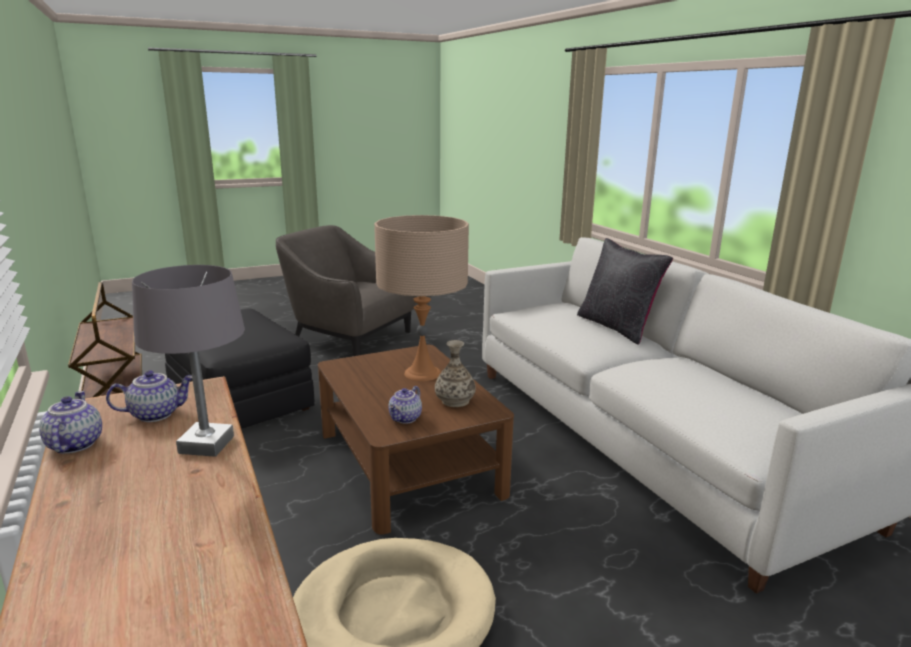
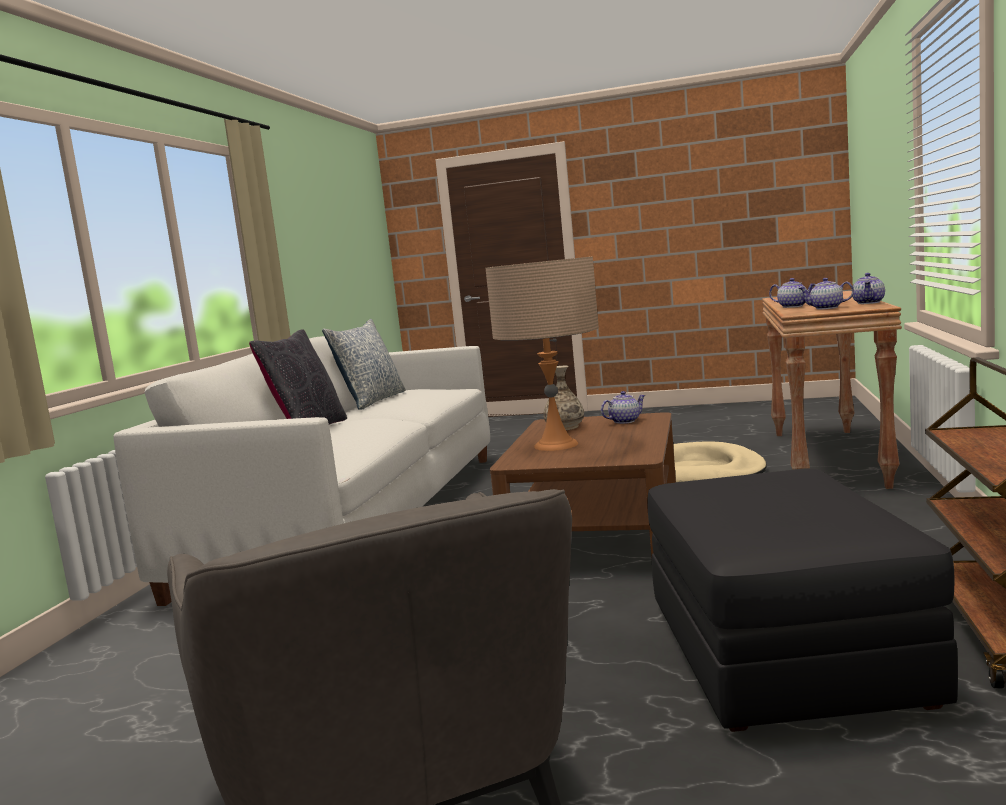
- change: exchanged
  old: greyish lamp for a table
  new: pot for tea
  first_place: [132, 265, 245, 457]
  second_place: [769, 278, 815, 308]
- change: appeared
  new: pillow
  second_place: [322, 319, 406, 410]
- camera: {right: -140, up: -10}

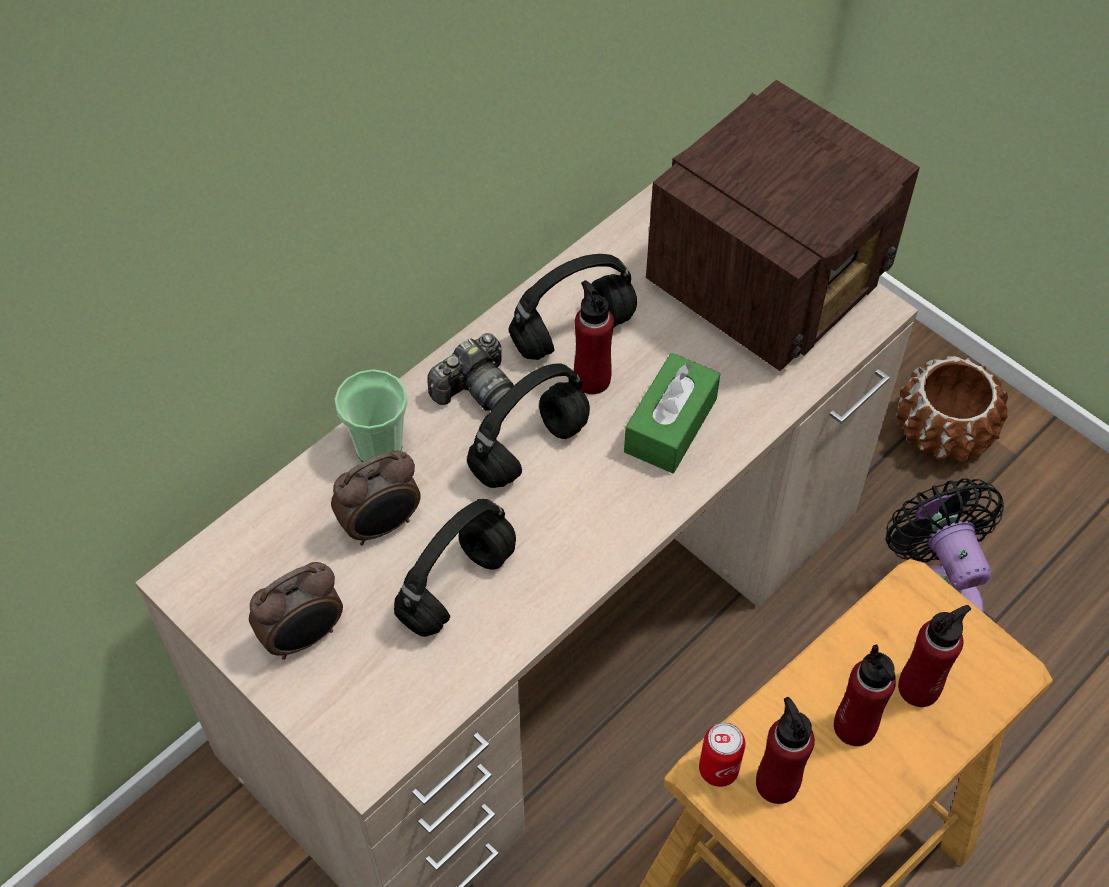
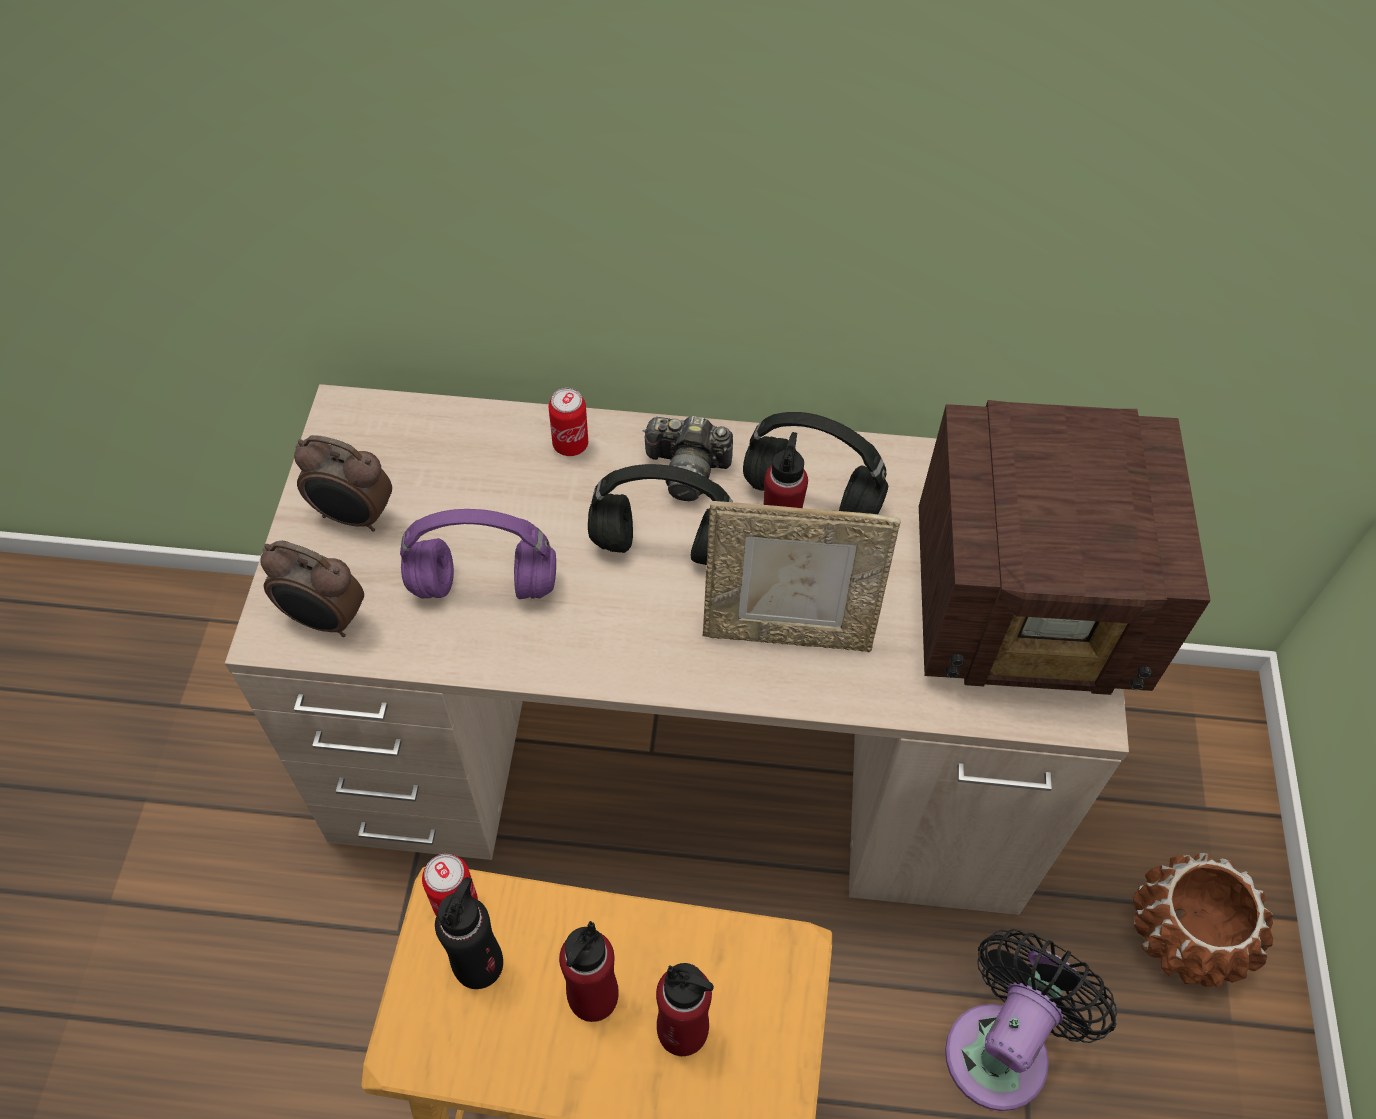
- change: relocated
  old: alarm clock
  first_place: [331, 451, 421, 545]
  second_place: [260, 541, 364, 637]
- change: exchanged
  old: cup
  new: metal can
  first_place: [335, 369, 408, 462]
  second_place: [548, 388, 588, 456]
- change: colour
  old: blackish headphones
  new: purplish headphones
  first_place: [394, 499, 516, 637]
  second_place: [400, 509, 556, 599]
- change: exchanged
  old: greenish box of tissues
  new: photo frame
  first_place: [624, 353, 720, 473]
  second_place: [703, 501, 901, 652]
- change: colour
  old: red bottle
  new: blackish bottle
  first_place: [756, 697, 815, 804]
  second_place: [435, 877, 503, 989]
- camera: {right: 50, up: 0}

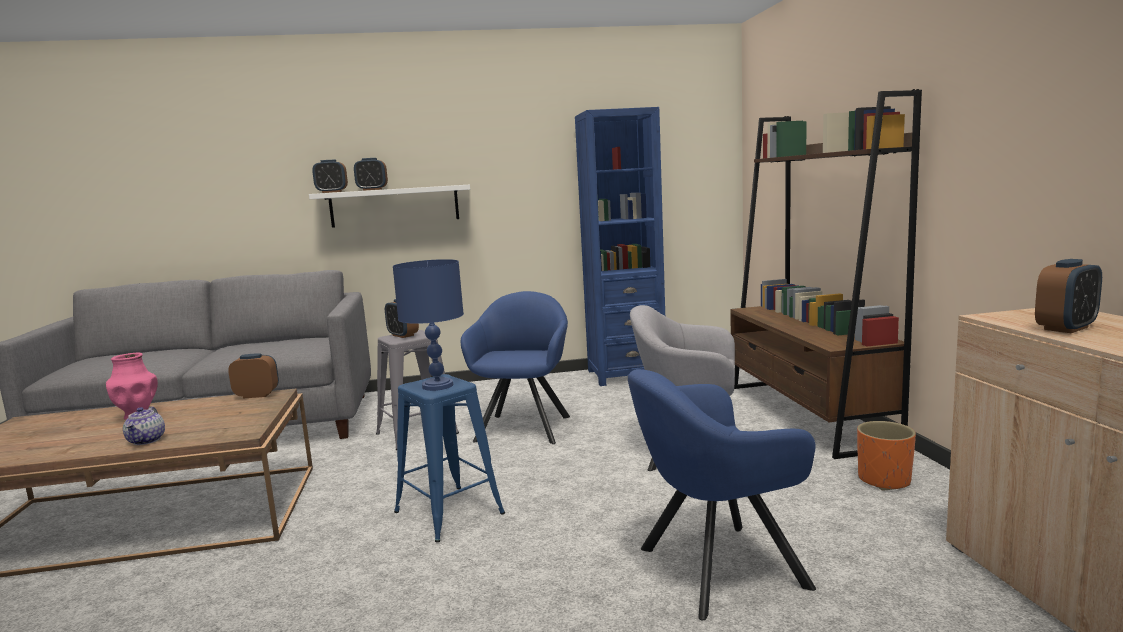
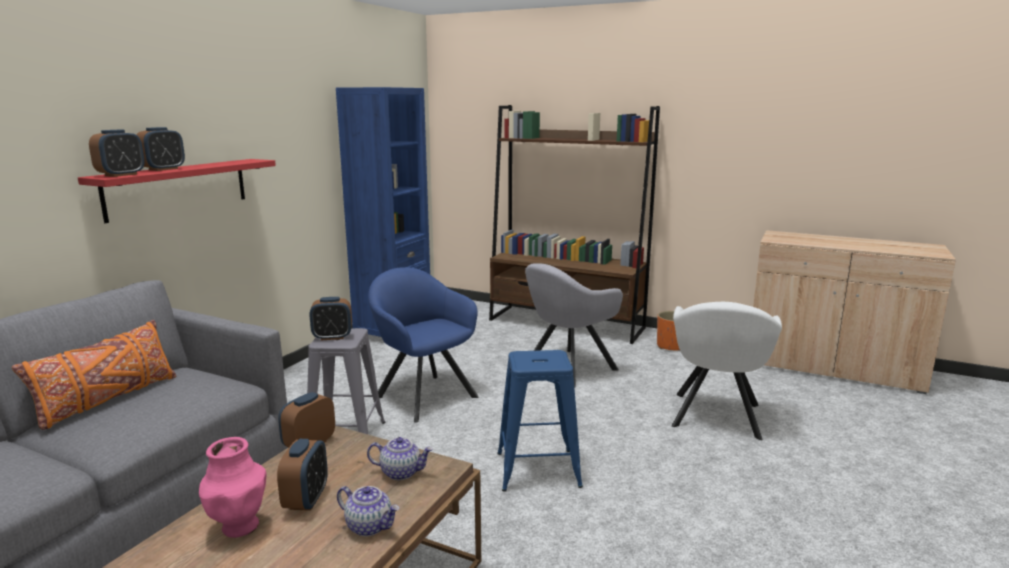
- change: colour
  old: white shelf
  new: red shelf
  first_place: [309, 185, 470, 228]
  second_place: [78, 159, 276, 223]
- change: missing
  old: bluish lamp for a table
  first_place: [393, 259, 464, 391]
- change: colour
  old: bluish armchair
  new: white armchair
  first_place: [628, 369, 816, 620]
  second_place: [672, 302, 782, 440]
- change: relocated
  old: alarm clock
  first_place: [1035, 259, 1102, 333]
  second_place: [277, 439, 328, 511]
- change: appeared
  new: orange-coloured pillow
  second_place: [12, 320, 176, 430]
- change: appeared
  new: pot for tea
  second_place: [367, 437, 433, 480]
- camera: {right: -55, up: 5}

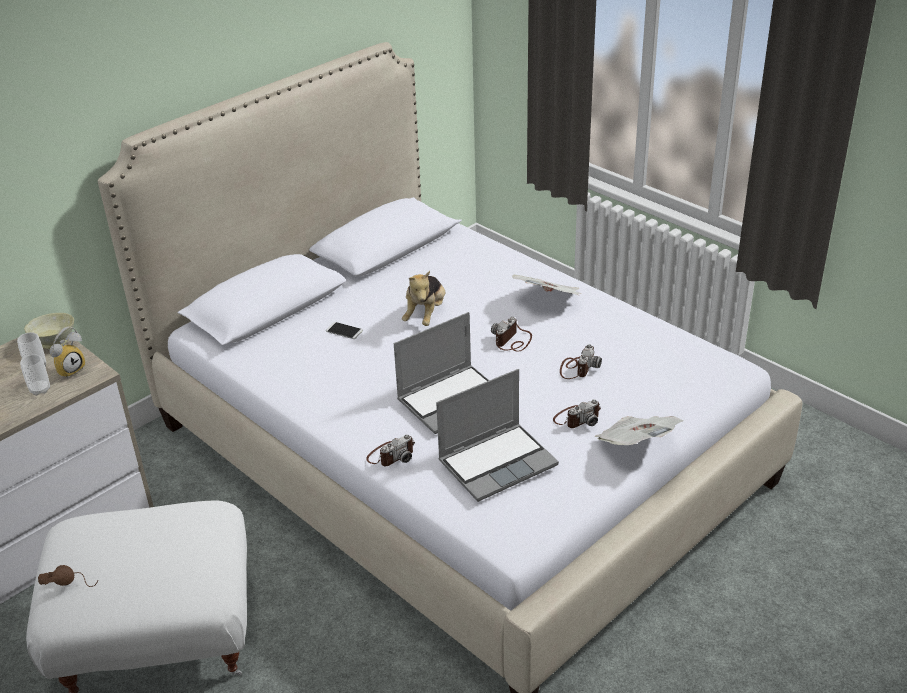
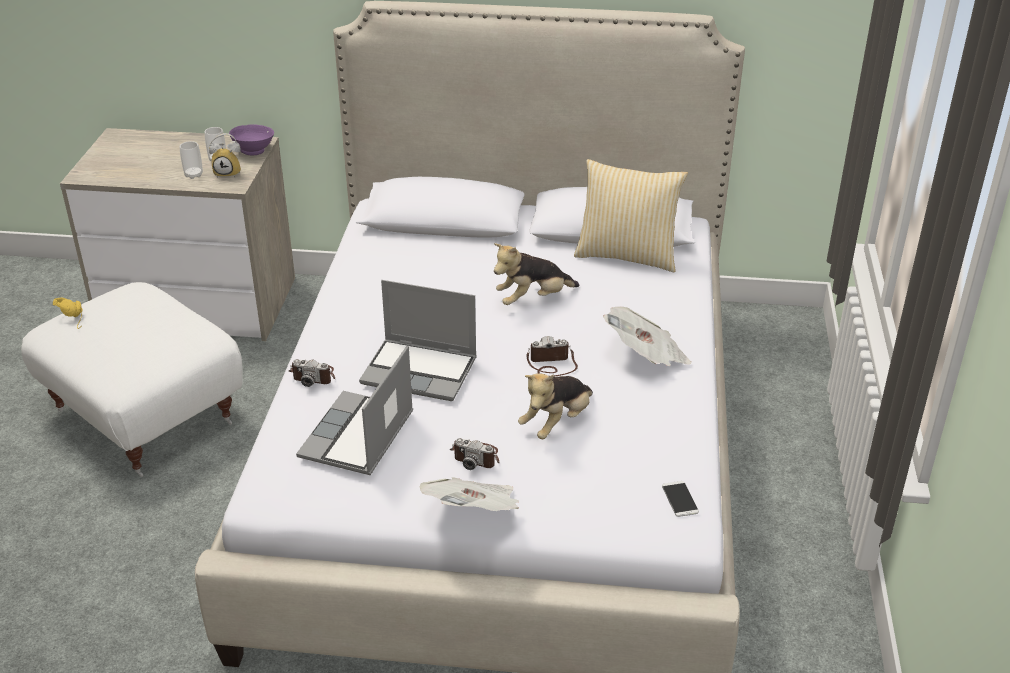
- change: colour
  old: beige-coloured bowl
  new: purplish bowl
  first_place: [24, 313, 74, 349]
  second_place: [229, 124, 274, 156]
- change: colour
  old: brownish headphones
  new: yellow-coloured headphones
  first_place: [38, 565, 98, 587]
  second_place: [53, 298, 83, 329]
- change: relocated
  old: telephone
  first_place: [326, 322, 363, 339]
  second_place: [662, 481, 699, 517]
- change: spun
  old: notebook computer
  first_place: [436, 369, 559, 502]
  second_place: [296, 345, 413, 475]
  degrees: 90
- change: exchanged
  old: photo camera
  new: soft toy
  first_place: [560, 344, 602, 379]
  second_place: [518, 373, 593, 439]
- change: appeared
  new: pillow
  second_place: [574, 159, 688, 272]
- camera: {right: 50, up: 0}

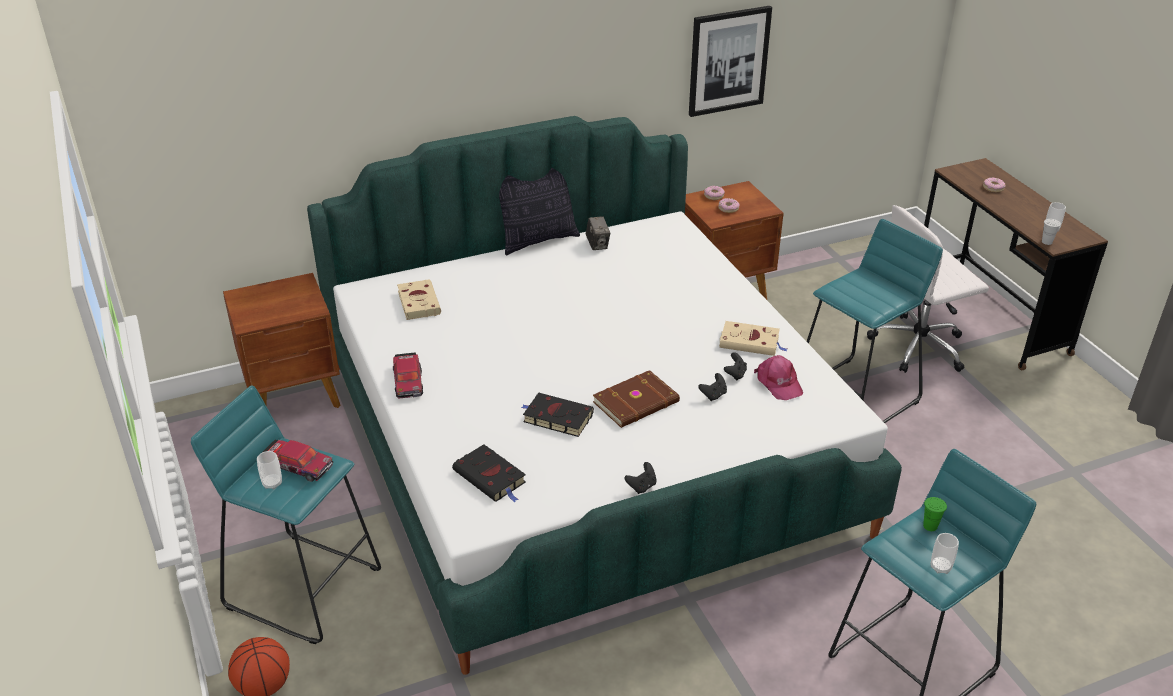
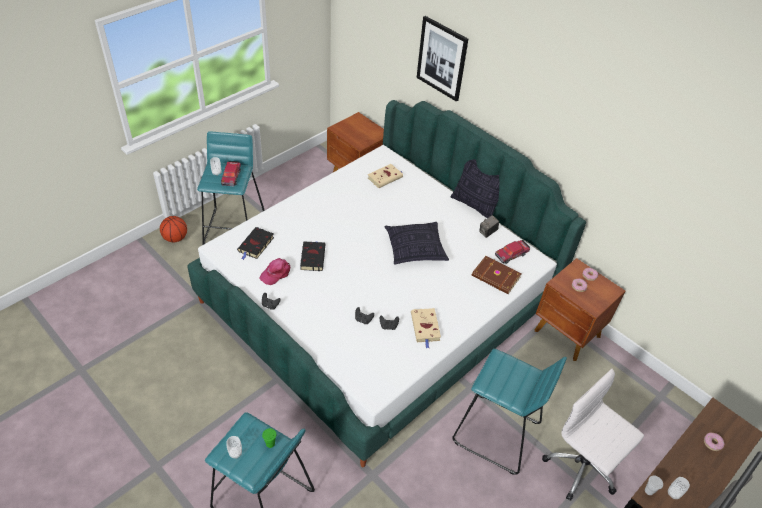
- change: relocated
  old: toy car
  first_place: [393, 353, 423, 399]
  second_place: [495, 240, 530, 264]
- change: relocated
  old: brownish bound book
  first_place: [593, 370, 680, 428]
  second_place: [472, 256, 521, 294]
- change: relocated
  old: wall picture
  first_place: [689, 6, 772, 117]
  second_place: [417, 16, 468, 102]
- change: relocated
  old: pinkish cap
  first_place: [754, 355, 803, 400]
  second_place: [259, 258, 290, 285]
- change: appeared
  new: pillow
  second_place: [384, 222, 449, 265]
- camera: {right: 65, up: 10}

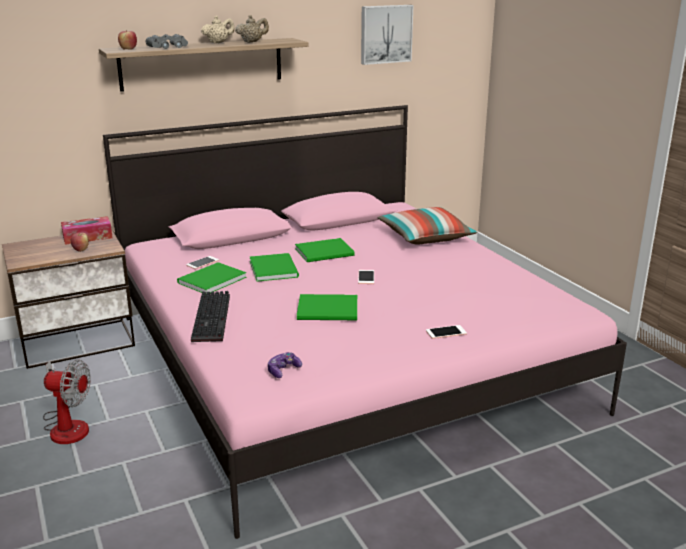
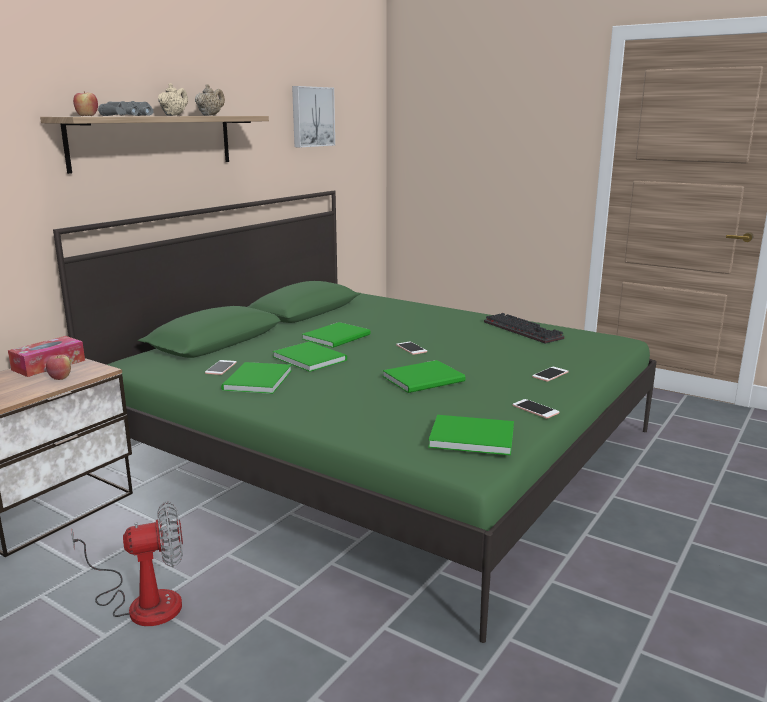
- change: colour
  old: pinkish bed
  new: greenish bed
  first_place: [103, 105, 627, 539]
  second_place: [53, 190, 657, 643]
- change: relocated
  old: computer keyboard
  first_place: [191, 291, 230, 342]
  second_place: [484, 313, 564, 344]
- change: exchanged
  old: gamepad
  new: greenish bound book
  first_place: [268, 352, 302, 378]
  second_place: [428, 415, 514, 455]
- change: missing
  old: pillow
  first_place: [377, 207, 478, 245]
- change: appeared
  new: telephone
  second_place: [512, 399, 560, 419]
- camera: {right: -30, up: -5}

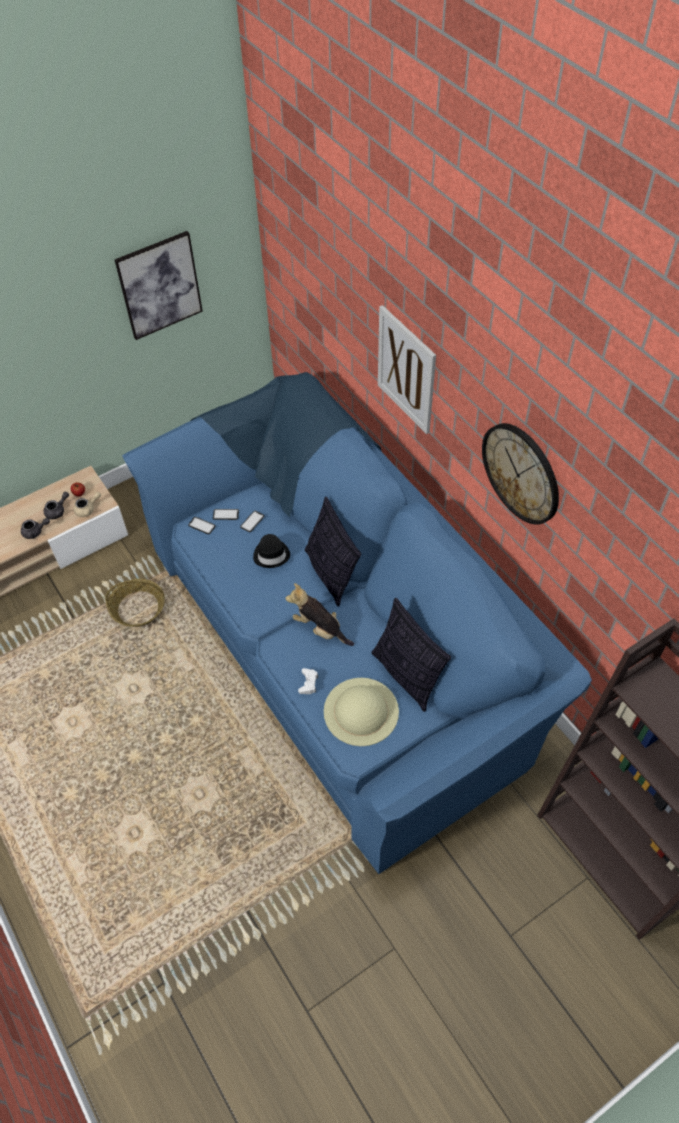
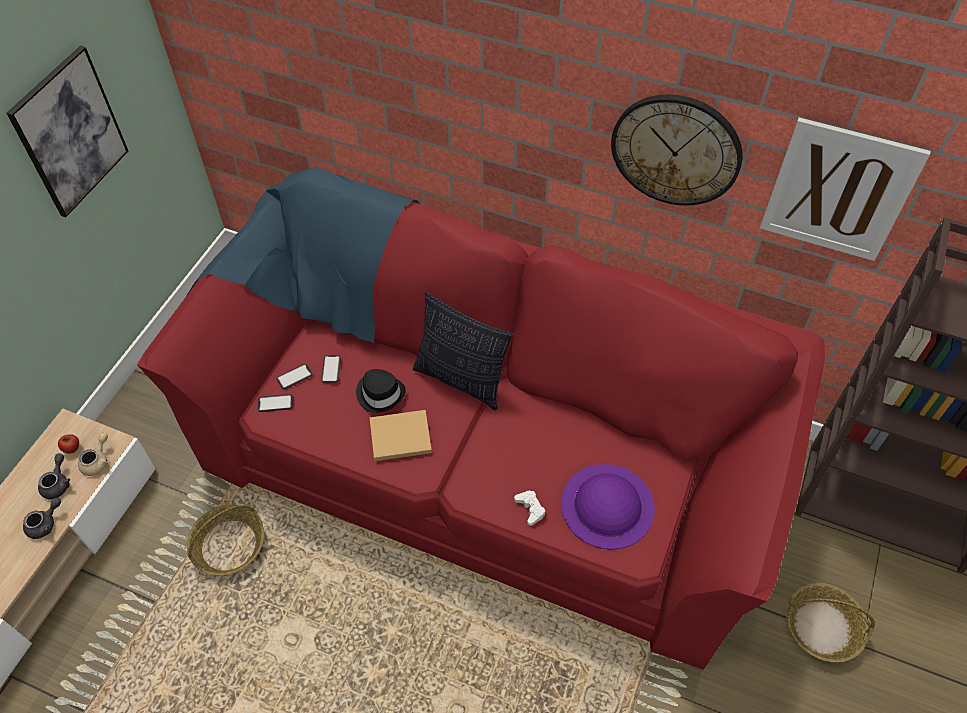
- change: colour
  old: bluish settee
  new: red settee
  first_place: [122, 372, 592, 874]
  second_place: [137, 167, 825, 670]
- change: missing
  old: soft toy
  first_place: [285, 583, 354, 646]
- change: colour
  old: beige-coloured wearable hat
  new: purplish wearable hat
  first_place: [324, 678, 399, 746]
  second_place: [561, 464, 655, 550]
- change: missing
  old: pillow
  first_place: [371, 598, 451, 712]
- change: relocated
  old: wall picture
  first_place: [378, 305, 436, 434]
  second_place: [760, 117, 931, 261]
- change: appeared
  new: beige-coloured bound book
  second_place: [370, 410, 432, 461]
- change: appeared
  new: basket
  second_place: [786, 583, 875, 662]
- camera: {right: -35, up: 0}

